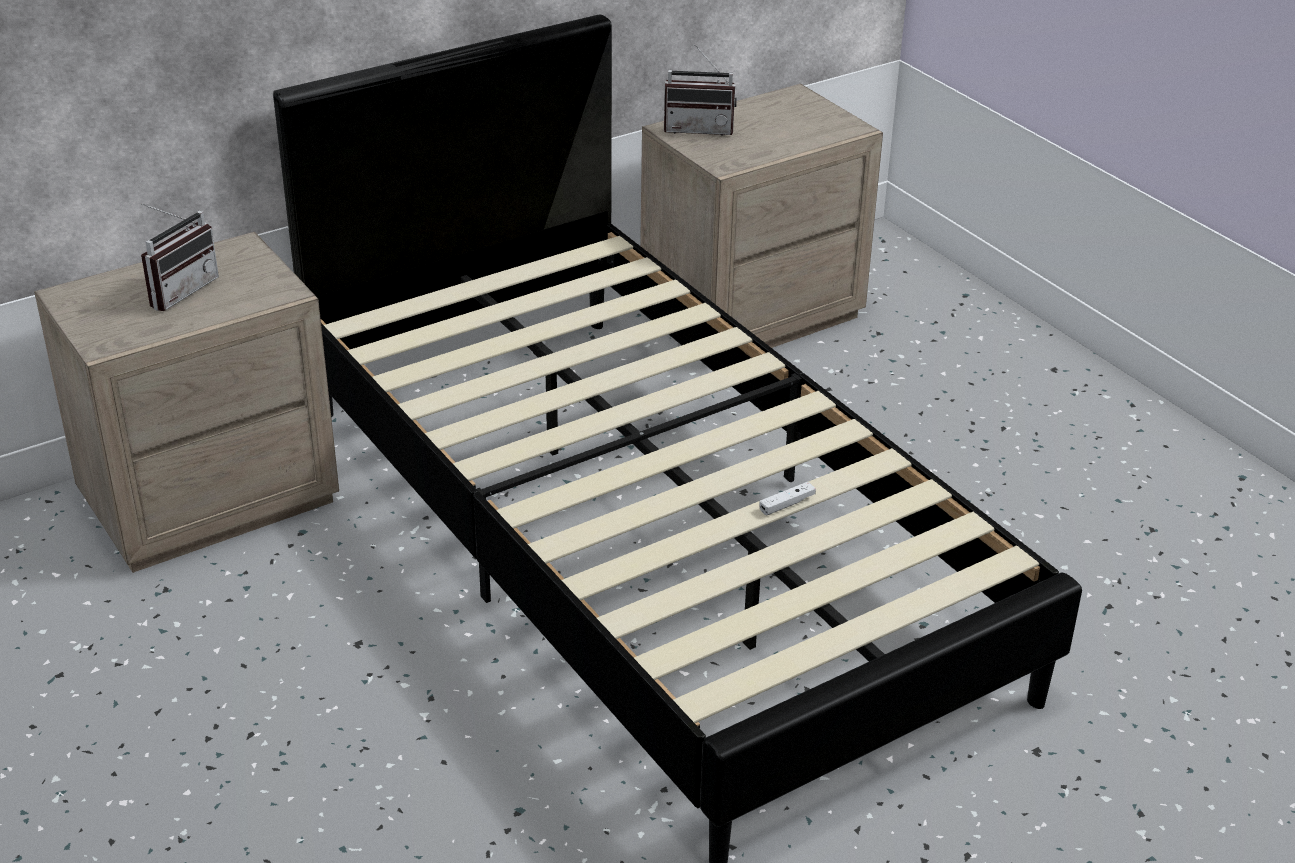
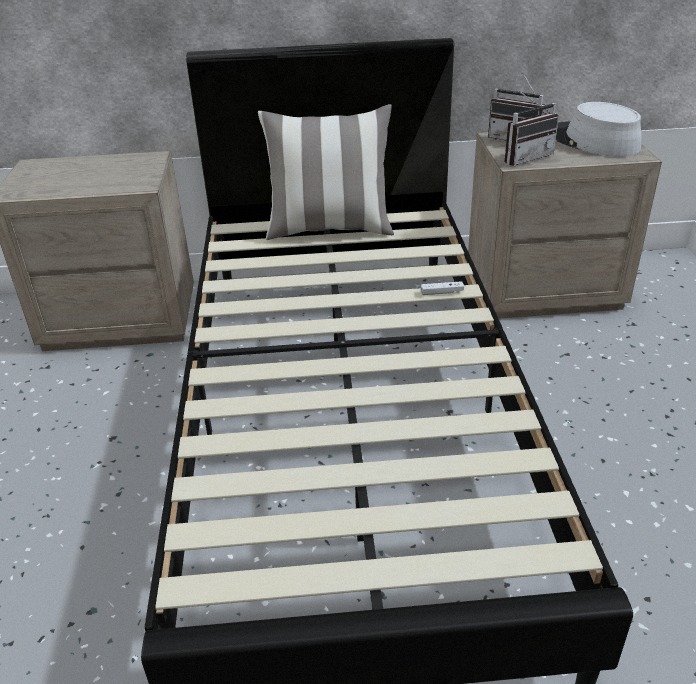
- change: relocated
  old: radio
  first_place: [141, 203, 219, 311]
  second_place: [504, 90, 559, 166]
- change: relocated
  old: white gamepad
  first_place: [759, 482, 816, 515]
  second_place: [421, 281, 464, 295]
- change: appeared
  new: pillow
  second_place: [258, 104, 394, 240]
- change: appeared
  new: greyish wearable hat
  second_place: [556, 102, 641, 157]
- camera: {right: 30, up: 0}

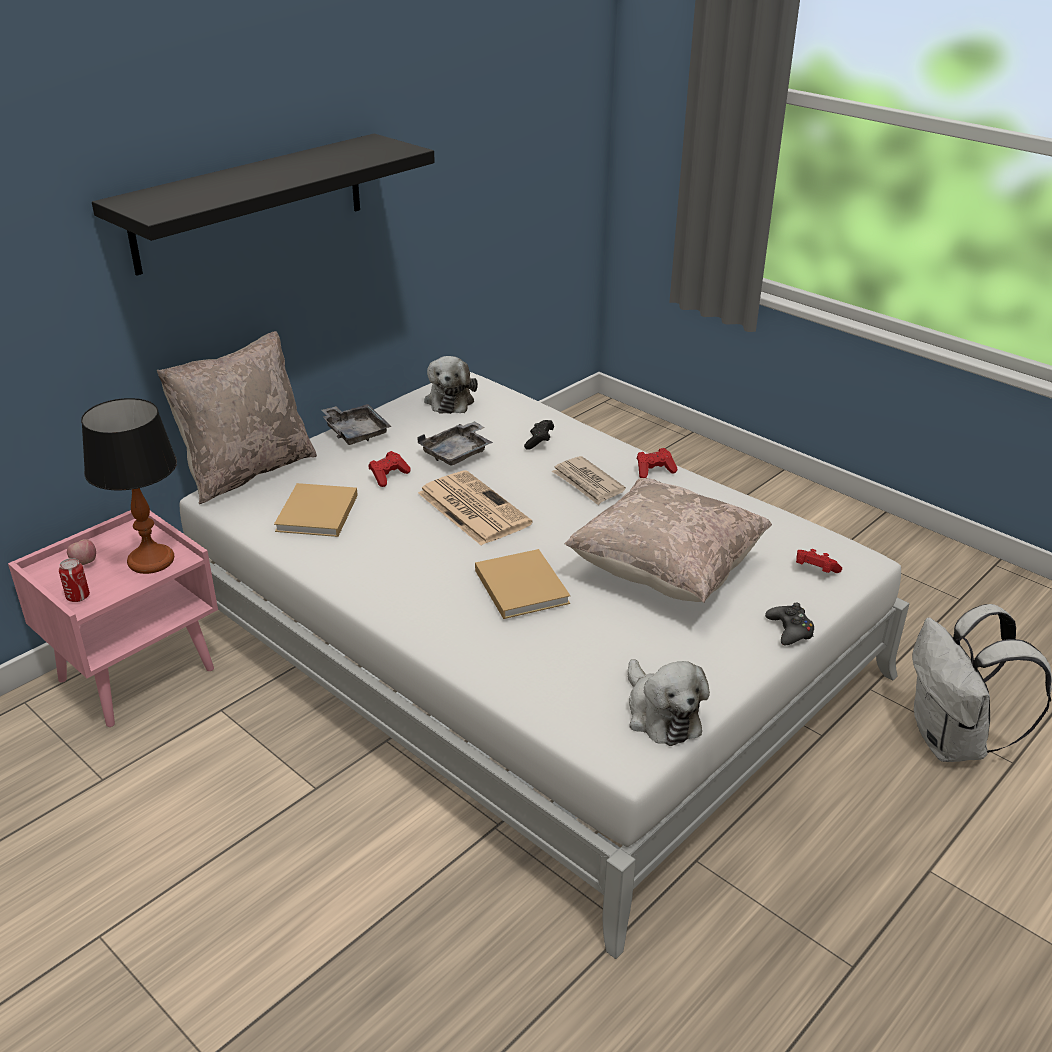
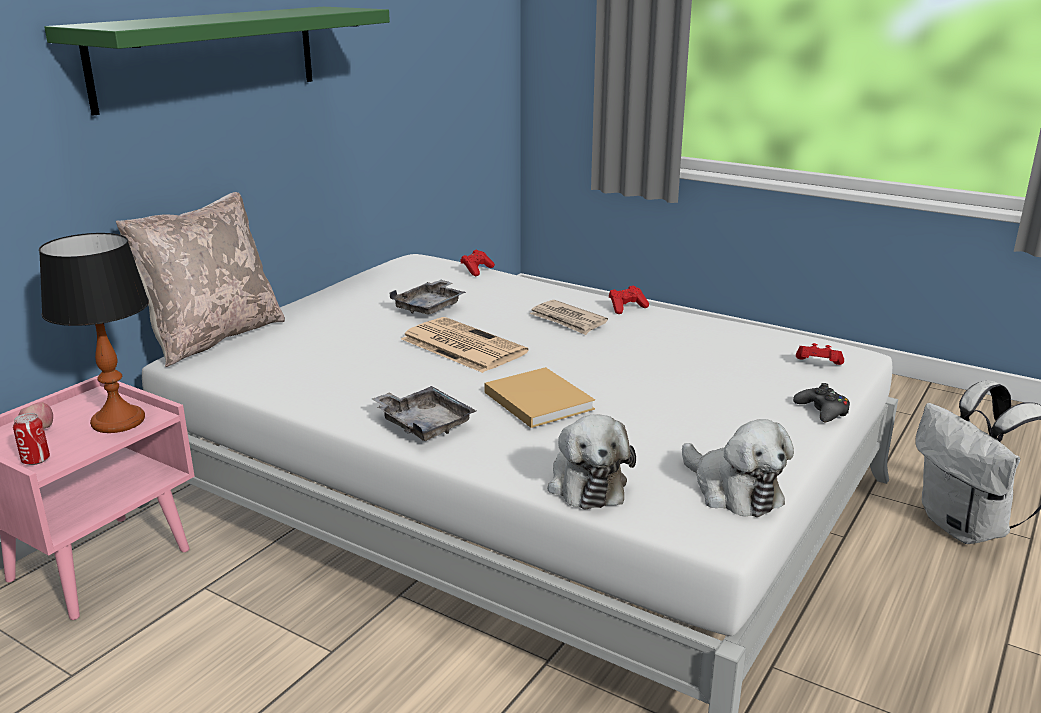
- change: colour
  old: blackish shelf
  new: greenish shelf
  first_place: [92, 133, 435, 275]
  second_place: [44, 7, 390, 116]
- change: missing
  old: beige-coloured bound book
  first_place: [274, 483, 358, 537]
- change: relocated
  old: greyish carrying tray
  first_place: [321, 404, 391, 445]
  second_place: [372, 386, 476, 441]
- change: relocated
  old: red gamepad
  first_place: [369, 451, 411, 487]
  second_place: [460, 250, 495, 276]
- change: relocated
  old: soft toy
  first_place: [424, 356, 478, 414]
  second_place: [548, 415, 636, 509]
- change: missing
  old: blackish gamepad
  first_place: [524, 420, 554, 450]
- change: missing
  old: beige-coloured pillow
  first_place: [565, 478, 772, 603]
- camera: {right: -10, up: -10}

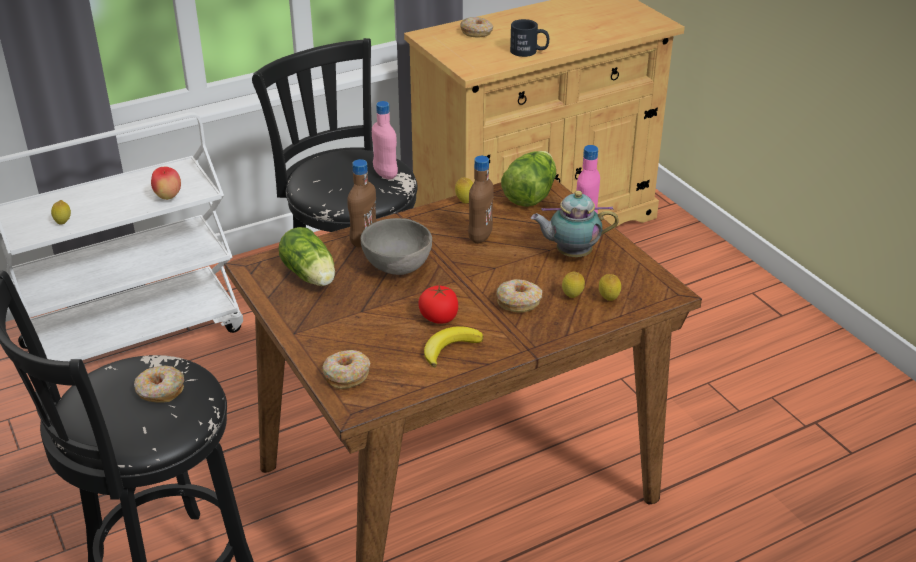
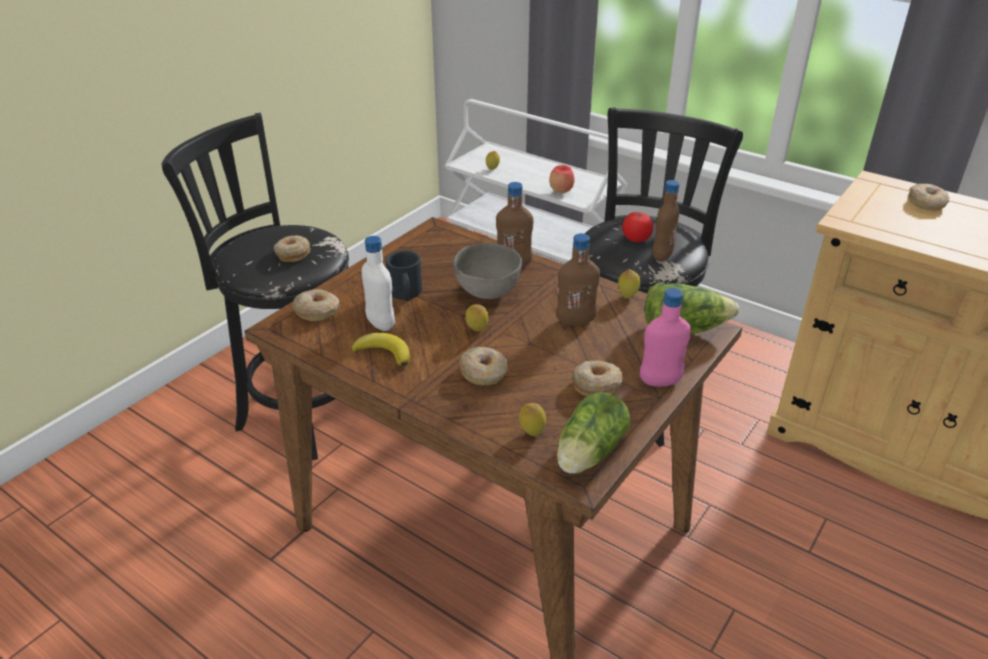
- change: relocated
  old: lettuce head
  first_place: [279, 227, 335, 286]
  second_place: [557, 392, 631, 474]
- change: colour
  old: pinkish bottle
  new: brownish bottle
  first_place: [372, 101, 398, 180]
  second_place: [652, 180, 679, 262]
- change: relocated
  old: tomato
  first_place: [418, 285, 458, 324]
  second_place: [622, 212, 653, 242]
- change: relocated
  old: blackish coffee mug
  first_place: [510, 19, 549, 57]
  second_place: [386, 251, 422, 301]
- change: exchanged
  old: pot for tea
  new: ring doughnut
  first_place: [531, 191, 618, 257]
  second_place: [572, 361, 623, 396]
- change: relocated
  old: lemon
  first_place: [562, 272, 585, 298]
  second_place: [466, 304, 489, 332]
- change: appeared
  new: white bottle
  second_place: [362, 236, 395, 331]
- camera: {right: 65, up: 0}

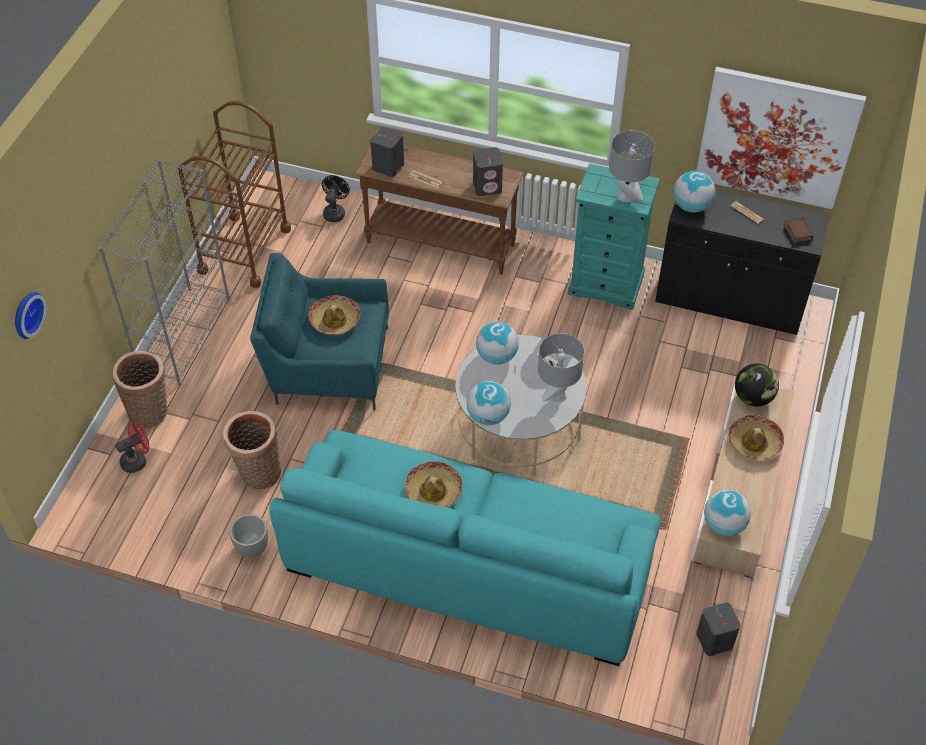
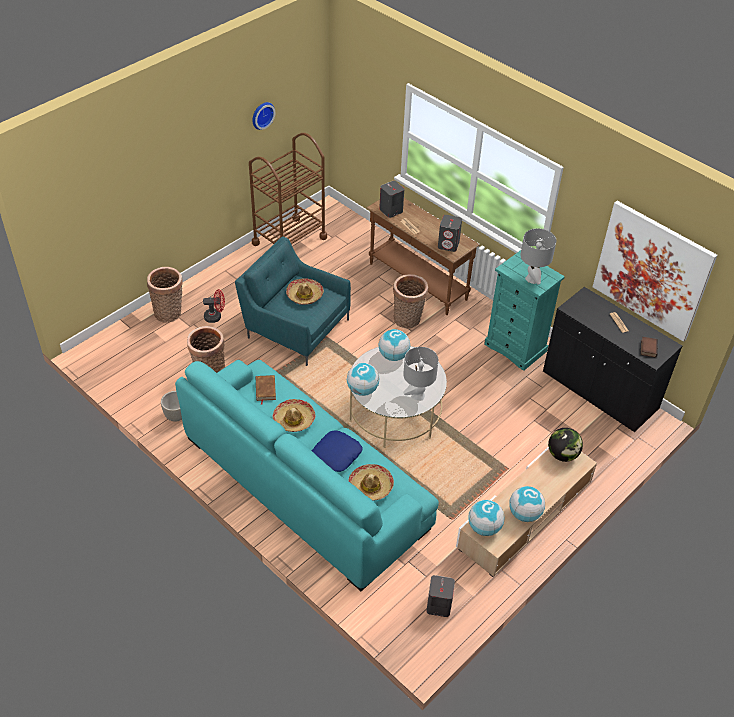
- change: relocated
  old: clock on the wall
  first_place: [15, 292, 47, 339]
  second_place: [253, 102, 275, 130]
- change: missing
  old: greyish bookshelf
  first_place: [99, 159, 229, 385]
- change: relocated
  old: red cooling fan
  first_place: [115, 423, 149, 473]
  second_place: [203, 289, 225, 323]
- change: missing
  old: blackish cooling fan
  first_place: [322, 175, 350, 222]
- change: relocated
  old: desk globe
  first_place: [673, 171, 715, 213]
  second_place: [509, 486, 545, 522]
- change: relocated
  old: wearable hat
  first_place: [728, 415, 784, 460]
  second_place: [349, 464, 394, 500]
- change: appeared
  new: brownish bound book
  second_place: [256, 375, 276, 404]
- change: appeared
  new: bluish pillow
  second_place: [312, 430, 363, 472]
- change: appeared
  new: basket
  second_place: [393, 274, 428, 329]
- camera: {right: 25, up: -5}

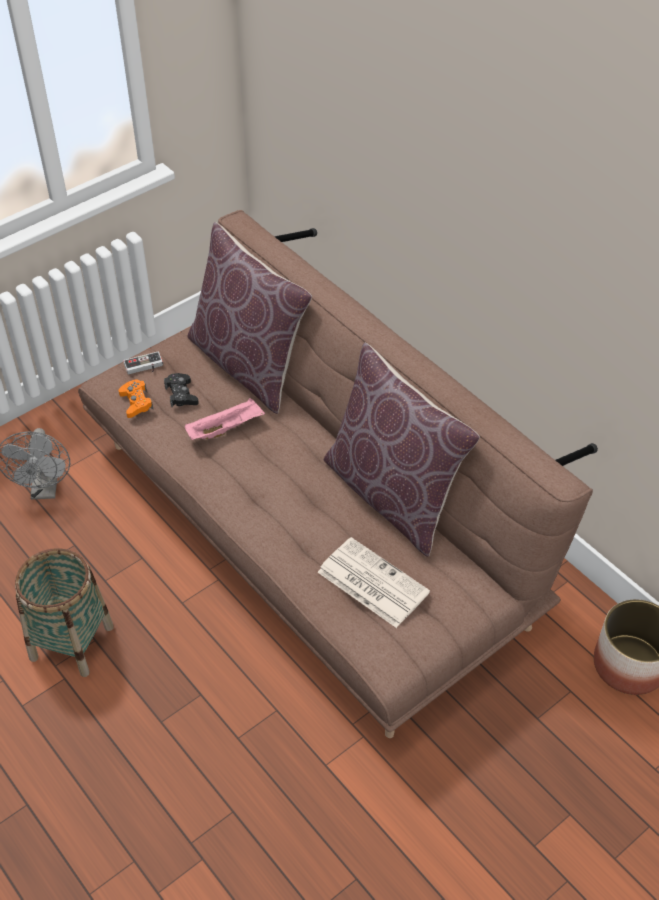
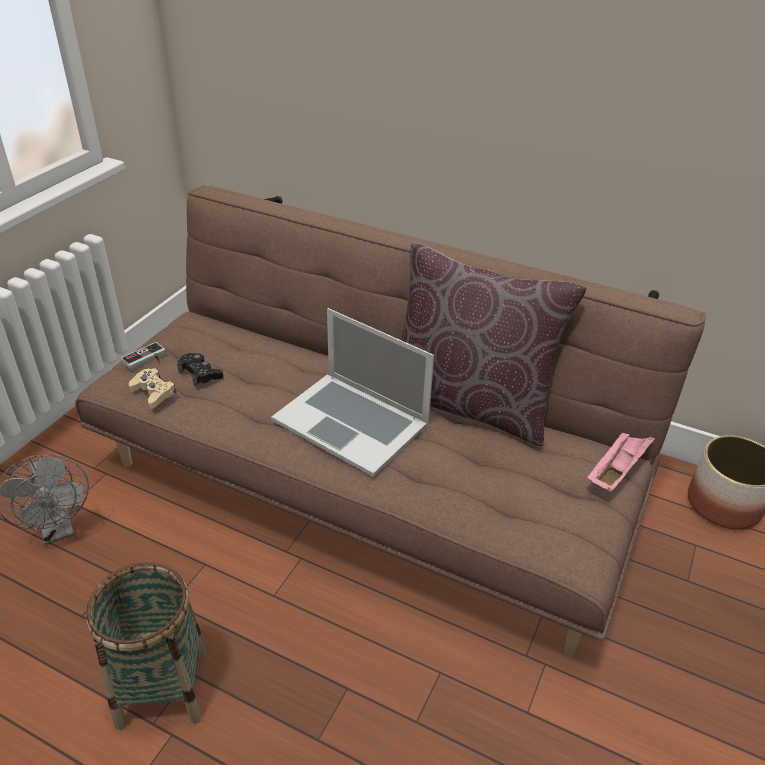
- change: colour
  old: orange-coloured gamepad
  new: beige-coloured gamepad
  first_place: [119, 380, 153, 418]
  second_place: [129, 368, 176, 409]
- change: relocated
  old: pinkish carrying tray
  first_place: [185, 398, 265, 440]
  second_place: [587, 432, 655, 492]
- change: missing
  old: brownish pillow
  first_place: [187, 222, 312, 414]
- change: missing
  old: daily paper
  first_place: [318, 537, 430, 628]
- change: appeared
  new: notebook computer
  second_place: [271, 308, 434, 477]
- camera: {right: -25, up: -10}

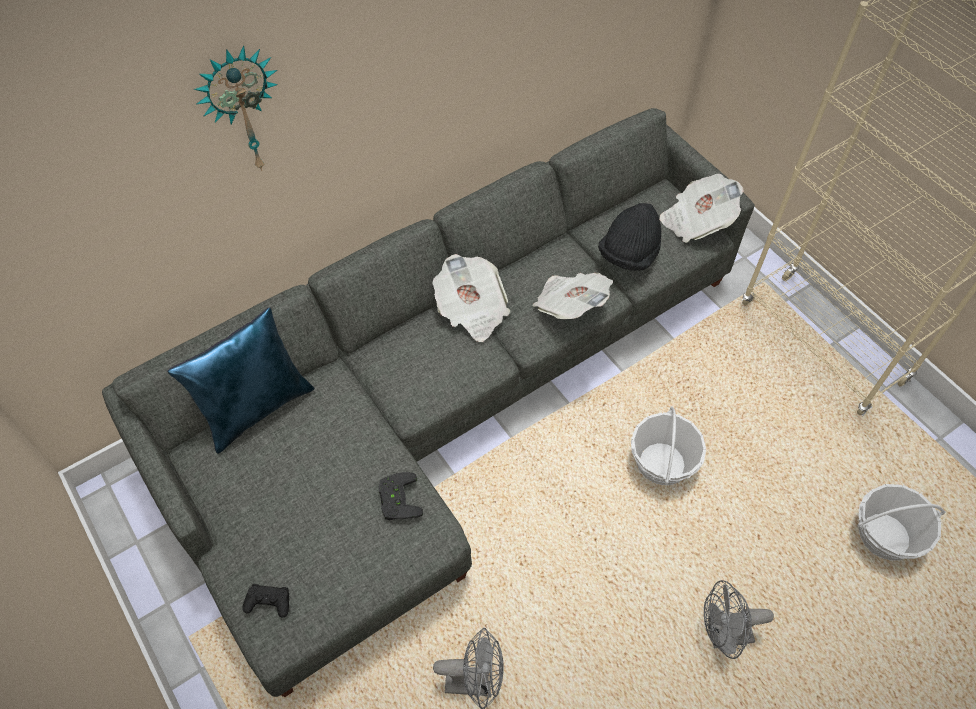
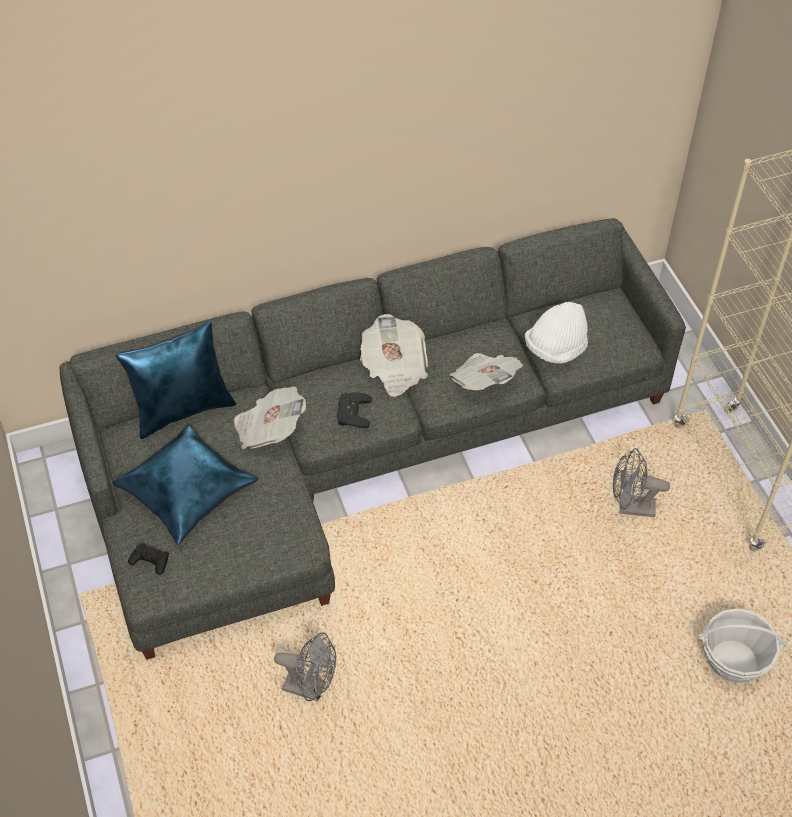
- change: missing
  old: clock on the wall
  first_place: [194, 46, 278, 171]
- change: relocated
  old: blackish gamepad
  first_place: [379, 472, 423, 520]
  second_place: [337, 392, 372, 428]
- change: colour
  old: blackish wearable hat
  new: white wearable hat
  first_place: [598, 203, 661, 271]
  second_place: [525, 302, 588, 364]
- change: missing
  old: basket
  first_place: [631, 406, 706, 485]
- change: relocated
  old: daily paper
  first_place: [660, 174, 744, 243]
  second_place: [234, 387, 306, 449]
- change: relocated
  old: greyish cooling fan
  first_place: [704, 580, 774, 659]
  second_place: [613, 448, 670, 517]
- change: appeared
  new: bluish pillow
  second_place: [113, 425, 259, 544]
- camera: {right: 15, up: -5}

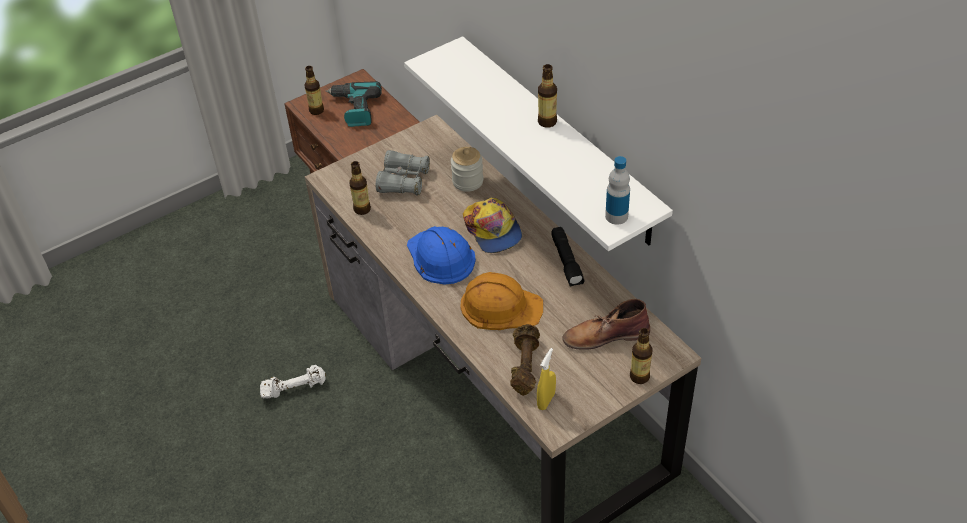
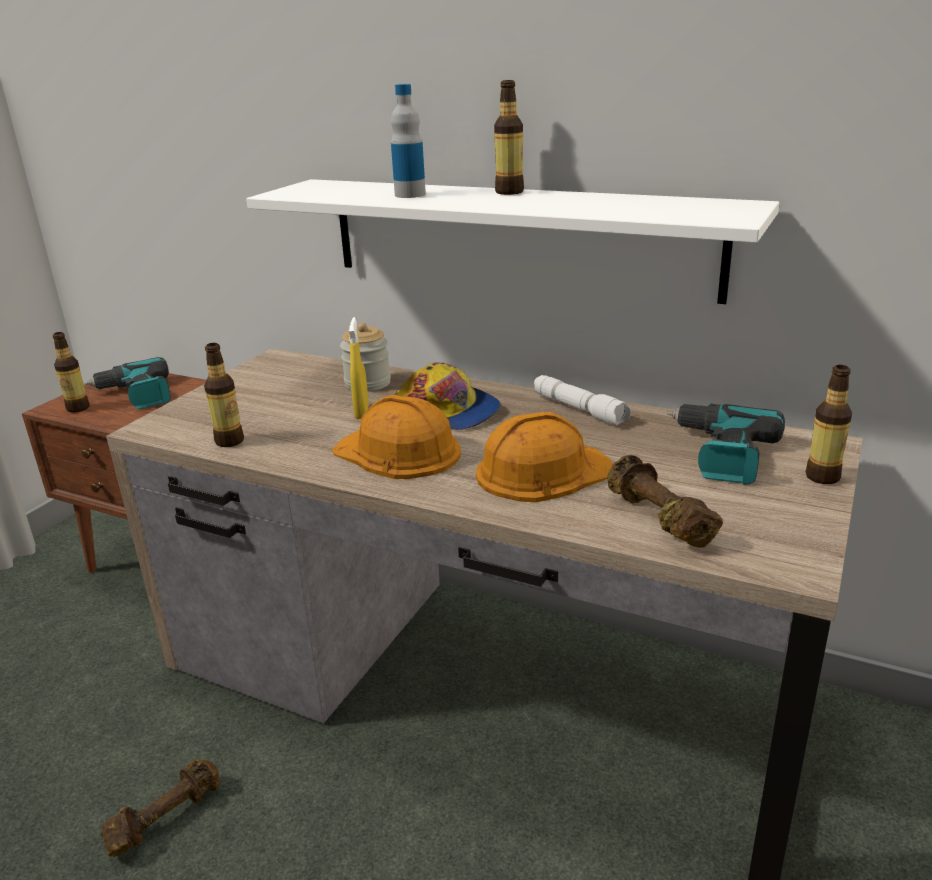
- change: colour
  old: white free weight
  new: brownish free weight
  first_place: [260, 365, 326, 398]
  second_place: [101, 758, 219, 857]
- change: missing
  old: greyish pair of binoculars
  first_place: [376, 150, 430, 196]
- change: colour
  old: bluish safety helmet
  new: orange-coloured safety helmet
  first_place: [407, 226, 476, 285]
  second_place: [332, 395, 461, 479]
- change: relocated
  old: yellow-coloured hand sprayer
  first_place: [537, 348, 556, 410]
  second_place: [349, 317, 369, 419]
- change: colour
  old: blackish hand torch
  new: white hand torch
  first_place: [551, 227, 584, 287]
  second_place: [534, 375, 631, 425]
- change: exchanged
  old: brownish boot
  new: electric drill
  first_place: [562, 299, 650, 350]
  second_place: [667, 404, 785, 485]
- change: relocated
  old: bottle
  first_place: [605, 156, 630, 225]
  second_place: [391, 84, 426, 198]
- camera: {right: -30, up: -20}

